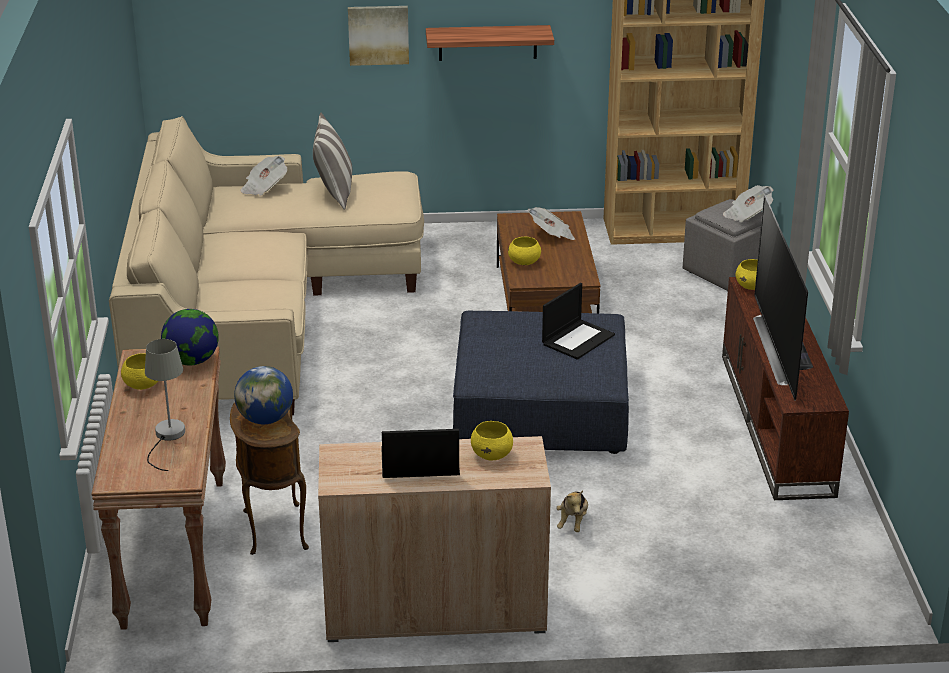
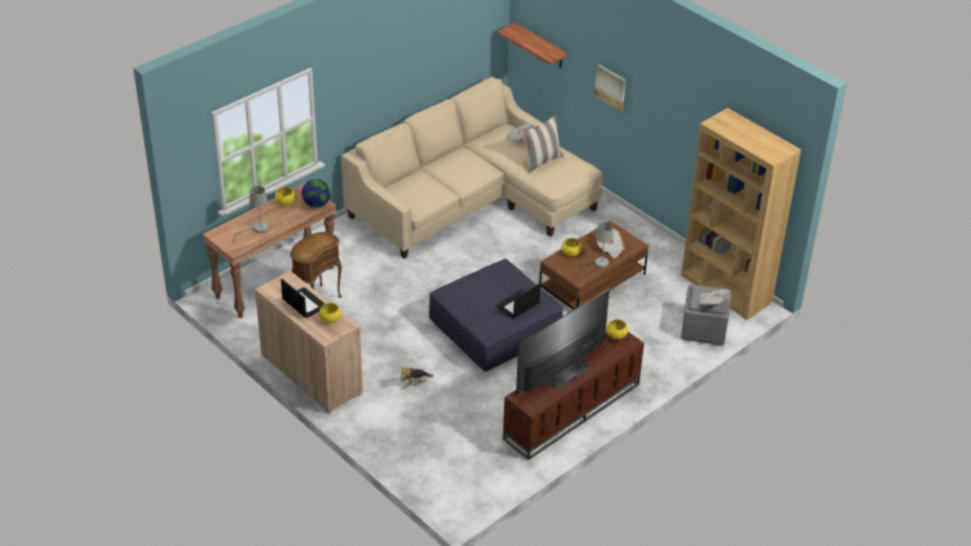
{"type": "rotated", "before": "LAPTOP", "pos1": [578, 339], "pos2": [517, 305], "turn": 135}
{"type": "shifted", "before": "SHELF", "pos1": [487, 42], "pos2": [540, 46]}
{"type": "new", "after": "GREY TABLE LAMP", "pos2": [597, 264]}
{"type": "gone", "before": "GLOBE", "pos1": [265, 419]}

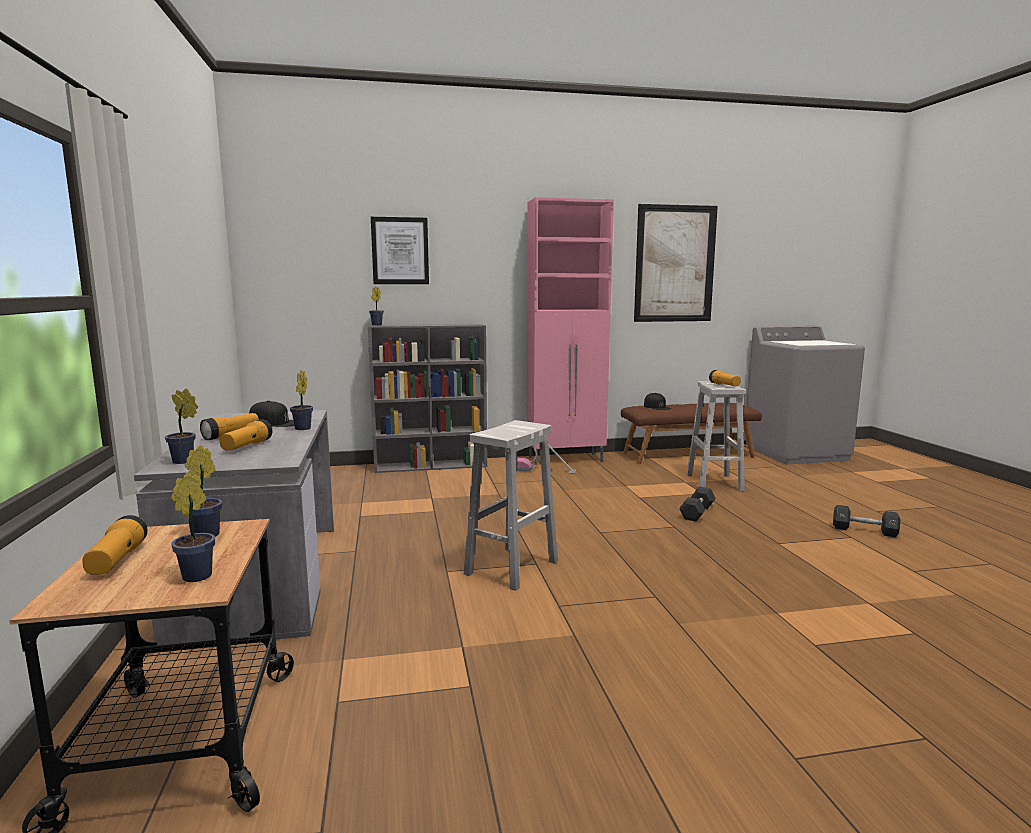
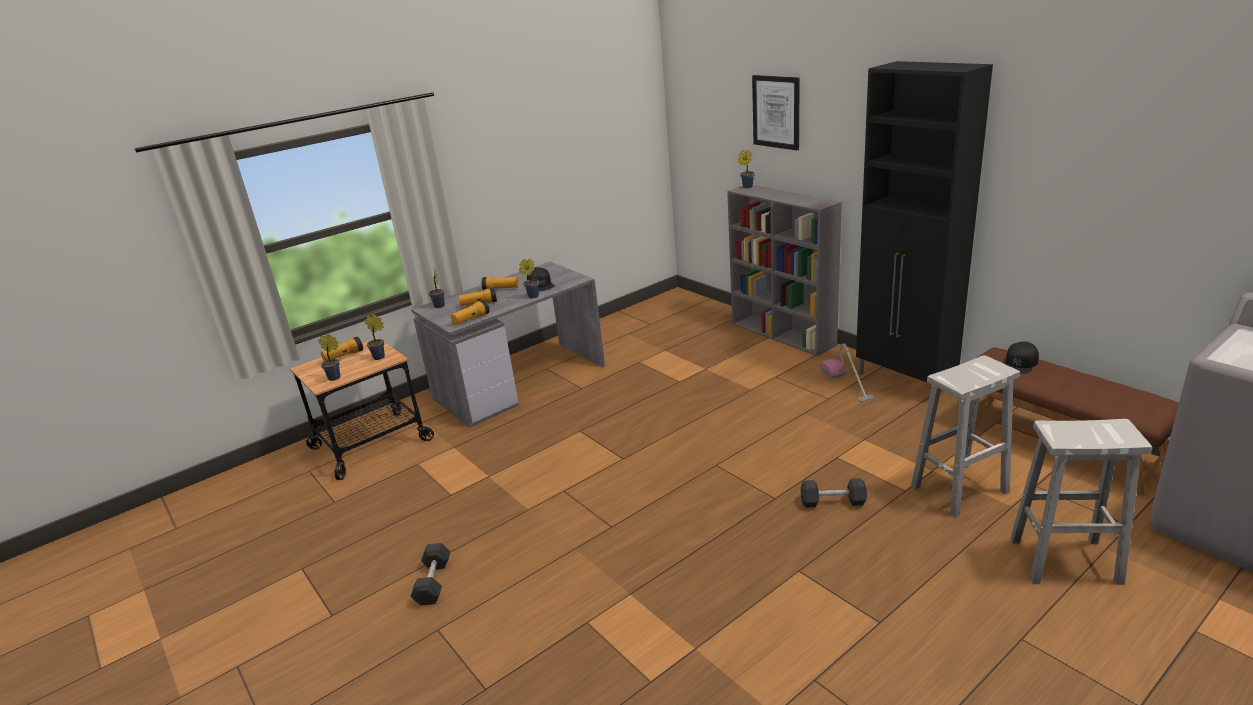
{"type": "shifted", "before": "BLACK DUMBBELL", "pos1": [864, 530], "pos2": [433, 582]}
{"type": "shifted", "before": "FLASHLIGHT", "pos1": [724, 385], "pos2": [471, 319]}
{"type": "repainted", "before": "PINK CABINET", "after": "BLACK CABINET", "pos1": [566, 459], "pos2": [905, 381]}
{"type": "shifted", "before": "WHITE STOOL", "pos1": [511, 568], "pos2": [1063, 561]}
{"type": "gone", "before": "PICTURE", "pos1": [675, 264]}

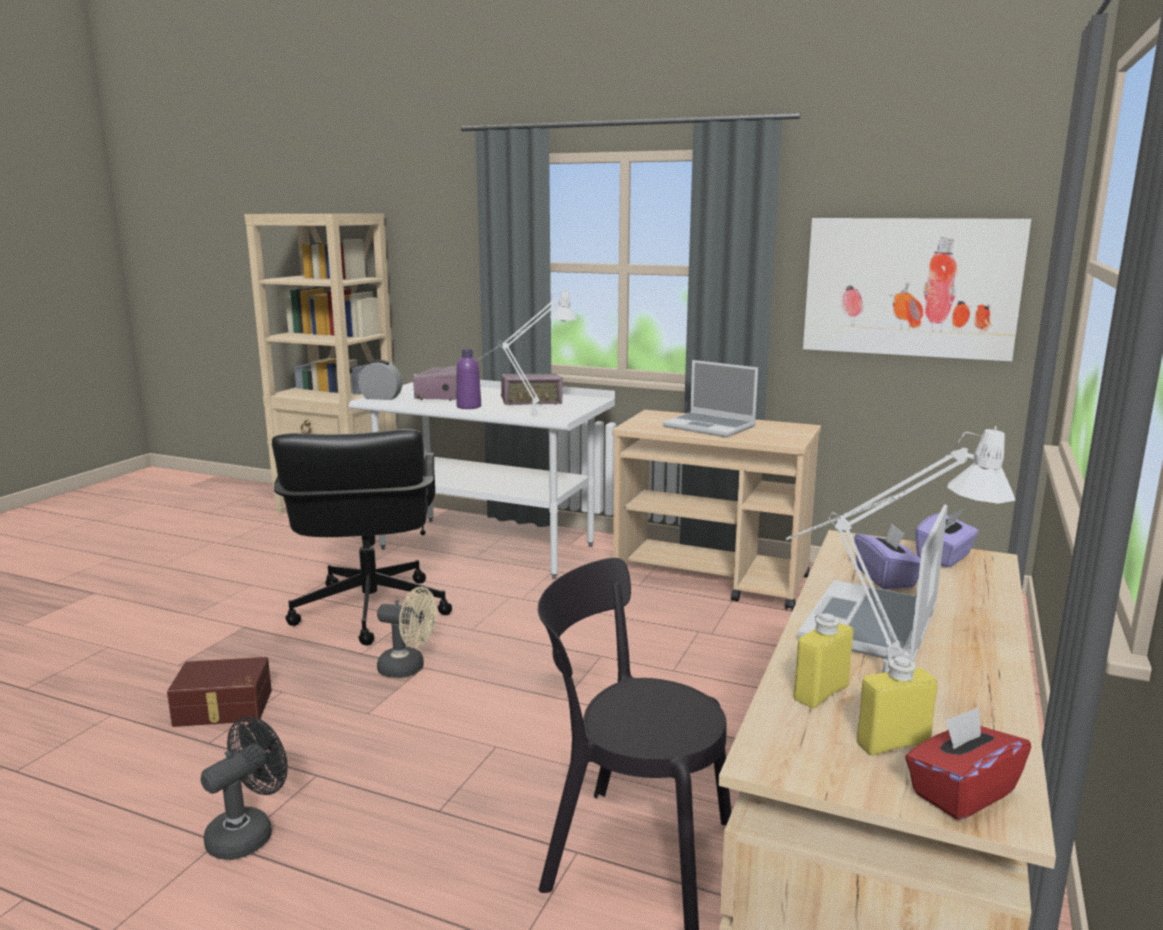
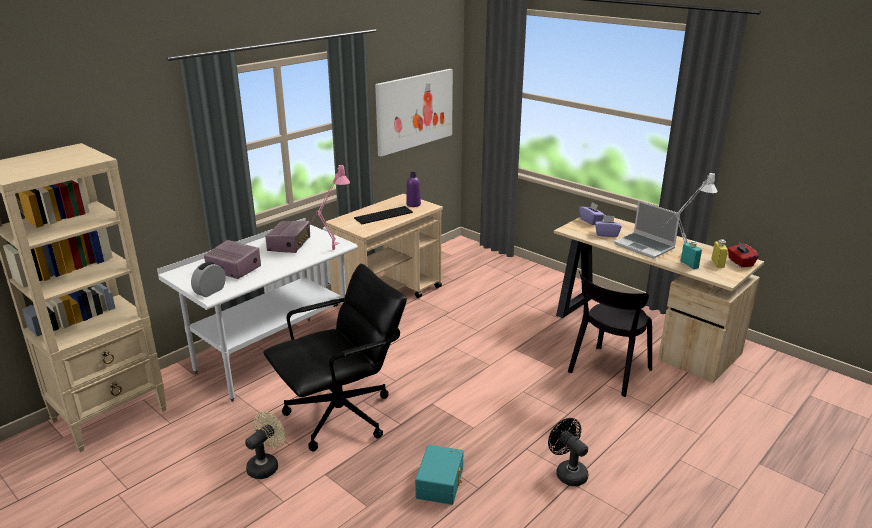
{"type": "shifted", "before": "BEIGE FAN", "pos1": [408, 668], "pos2": [266, 465]}
{"type": "rotated", "before": "BLACK OFFICE CHAIR", "pos1": [369, 611], "pos2": [341, 416], "turn": -45}
{"type": "repainted", "before": "WHITE TABLE LAMP", "after": "PINK TABLE LAMP", "pos1": [527, 417], "pos2": [331, 252]}
{"type": "swapped", "before": "LAPTOP", "after": "KEYBOARD", "pos1": [710, 427], "pos2": [383, 215]}
{"type": "shifted", "before": "PURPLE BOTTLE", "pos1": [469, 406], "pos2": [413, 204]}
{"type": "repainted", "before": "BROWN STORAGE BOX", "after": "TURQUOISE STORAGE BOX", "pos1": [223, 709], "pos2": [441, 483]}
{"type": "repainted", "before": "YELLOW BOTTLE", "after": "TURQUOISE BOTTLE", "pos1": [821, 693], "pos2": [689, 265]}

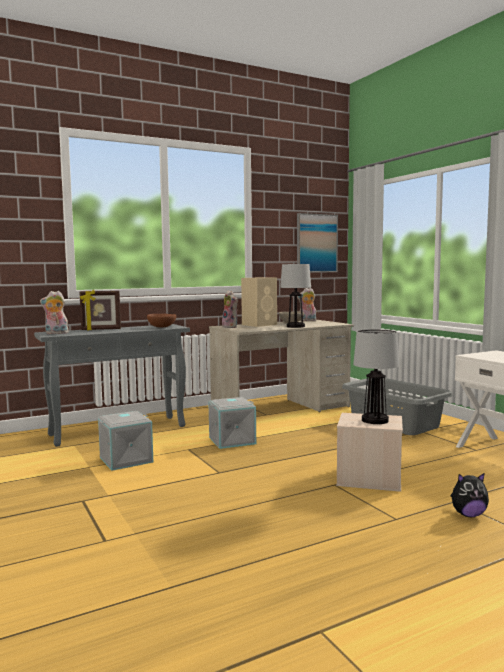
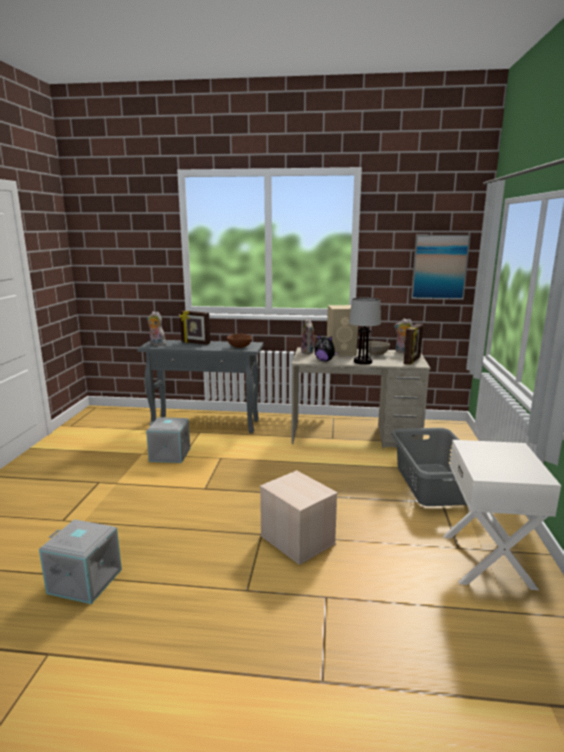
{"type": "shifted", "before": "GREY STORAGE BOX", "pos1": [232, 440], "pos2": [86, 580]}
{"type": "shifted", "before": "PLUSH TOY", "pos1": [468, 515], "pos2": [325, 360]}
{"type": "new", "after": "PICTURE FRAME", "pos2": [412, 361]}
{"type": "gone", "before": "TABLE LAMP", "pos1": [375, 420]}

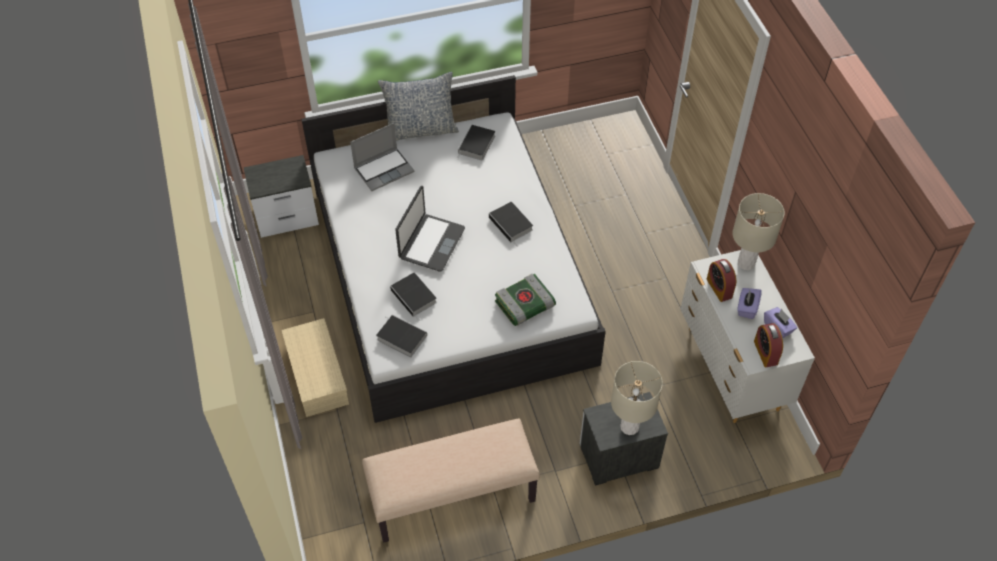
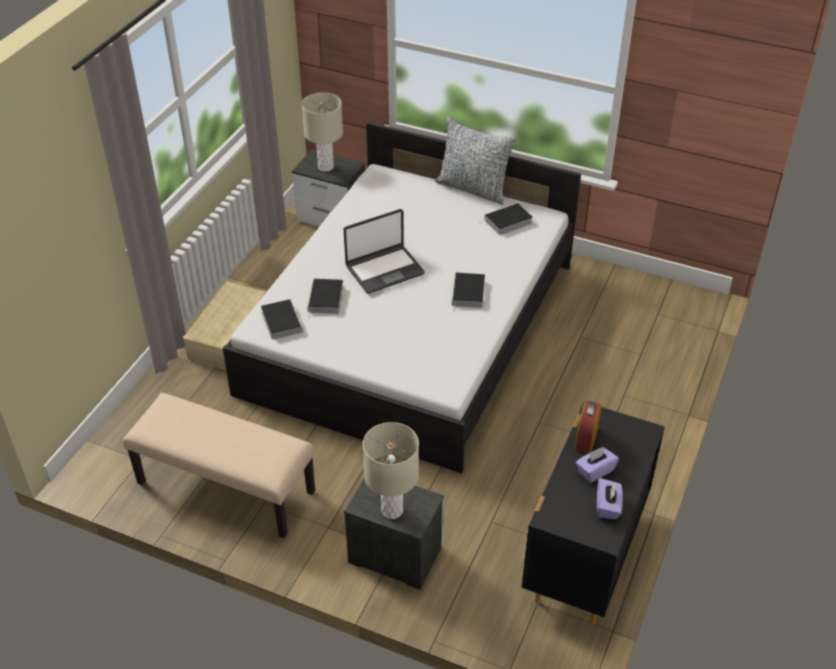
{"type": "shifted", "before": "BEIGE TABLE LAMP", "pos1": [746, 263], "pos2": [325, 167]}
{"type": "repainted", "before": "WHITE DRESSER", "after": "BLACK DRESSER", "pos1": [732, 370], "pos2": [584, 558]}
{"type": "gone", "before": "LAPTOP", "pos1": [384, 169]}
{"type": "gone", "before": "BOOK", "pos1": [524, 305]}
{"type": "gone", "before": "ALARM CLOCK", "pos1": [765, 352]}

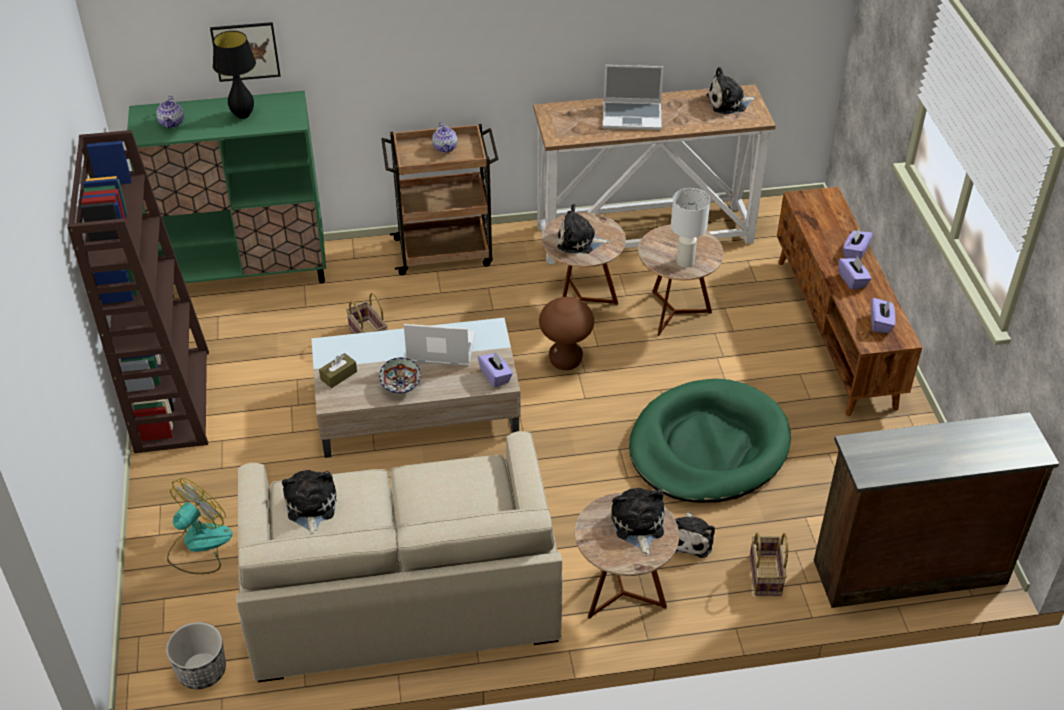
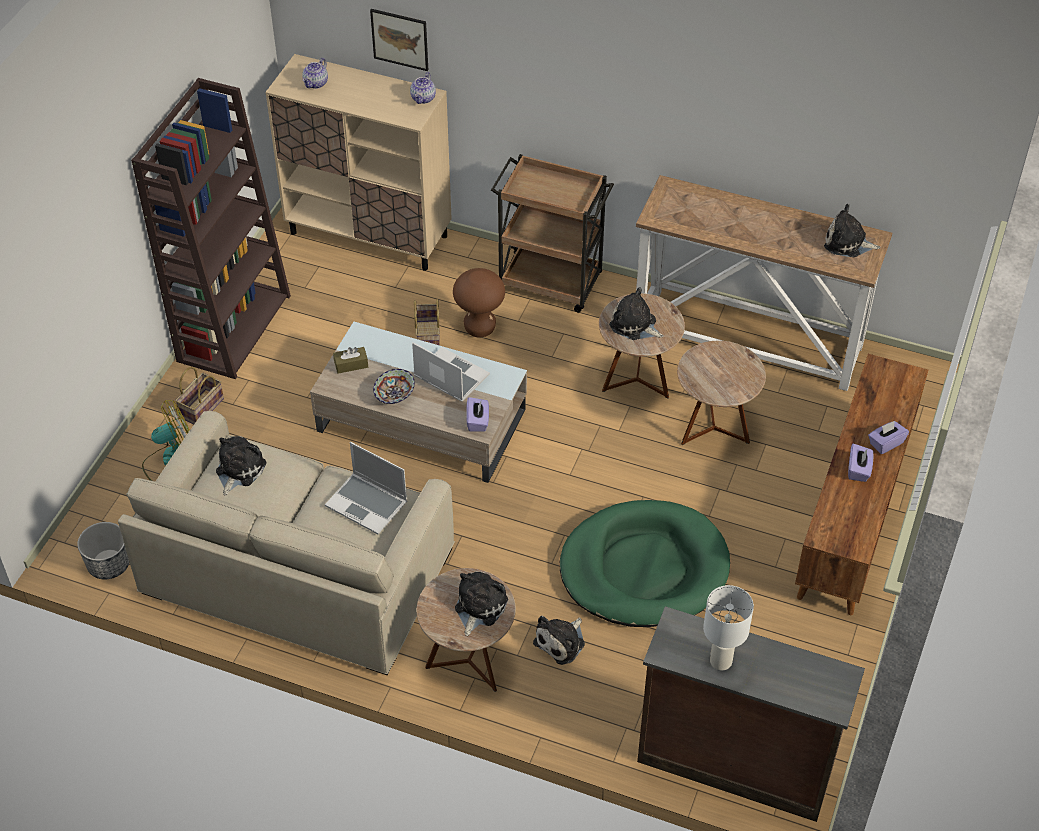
{"type": "shifted", "before": "BASKET", "pos1": [766, 576], "pos2": [202, 409]}
{"type": "repainted", "before": "GREEN CABINET", "after": "BEIGE CABINET", "pos1": [247, 272], "pos2": [369, 235]}
{"type": "shifted", "before": "LAPTOP", "pos1": [632, 116], "pos2": [368, 504]}
{"type": "shifted", "before": "TEAPOT", "pos1": [445, 148], "pos2": [423, 98]}
{"type": "shifted", "before": "BROWN STOOL", "pos1": [565, 361], "pos2": [479, 328]}
{"type": "shifted", "before": "WHITE TABLE LAMP", "pos1": [685, 262], "pos2": [720, 661]}
{"type": "gone", "before": "BLACK TABLE LAMP", "pos1": [243, 115]}
{"type": "gone", "before": "PURPLE TISSUE BOX", "pos1": [880, 323]}

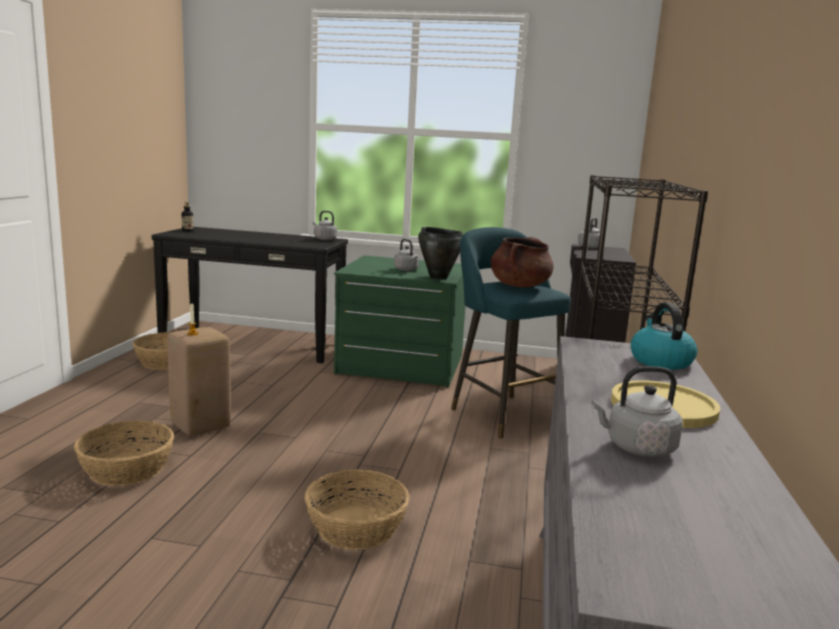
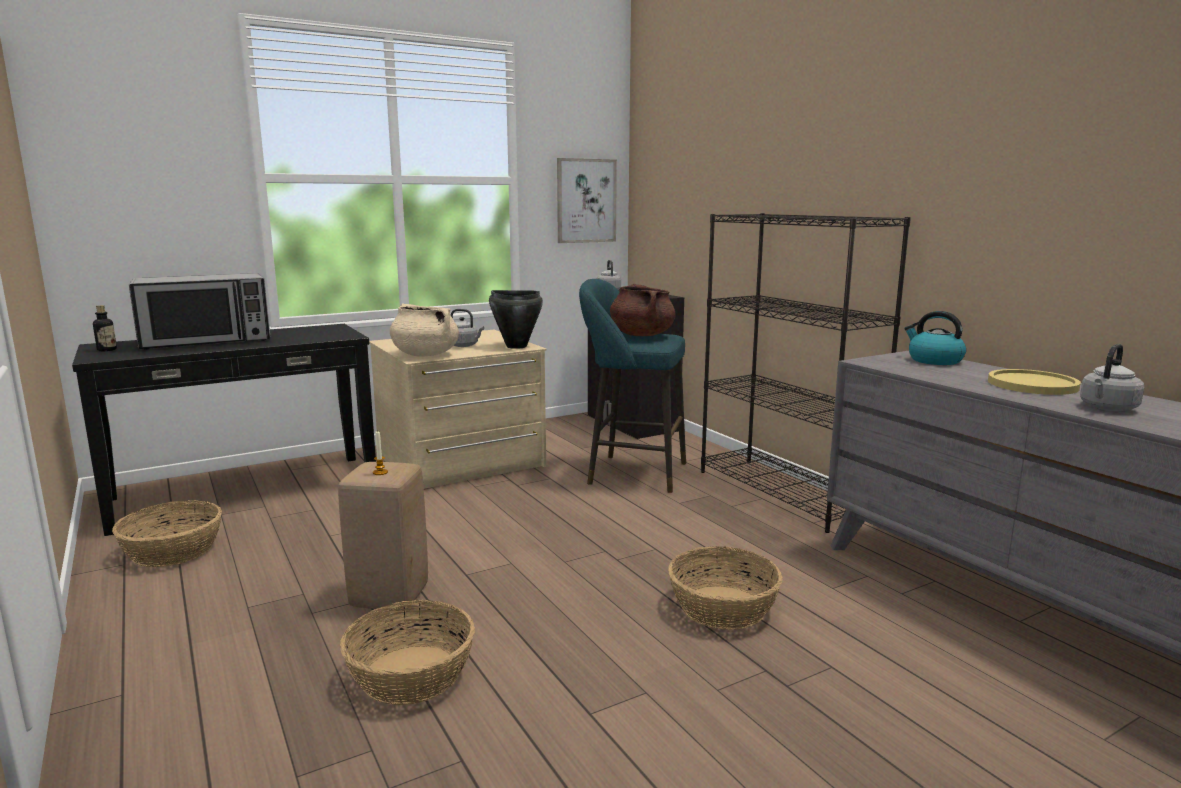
{"type": "new", "after": "MICROWAVE", "pos2": [206, 341]}
{"type": "repainted", "before": "GREEN DRESSER", "after": "BEIGE DRESSER", "pos1": [400, 365], "pos2": [461, 461]}
{"type": "new", "after": "BEIGE COOKING POT", "pos2": [425, 355]}
{"type": "new", "after": "PICTURE", "pos2": [586, 201]}
{"type": "gone", "before": "GREY KETTLE", "pos1": [324, 239]}

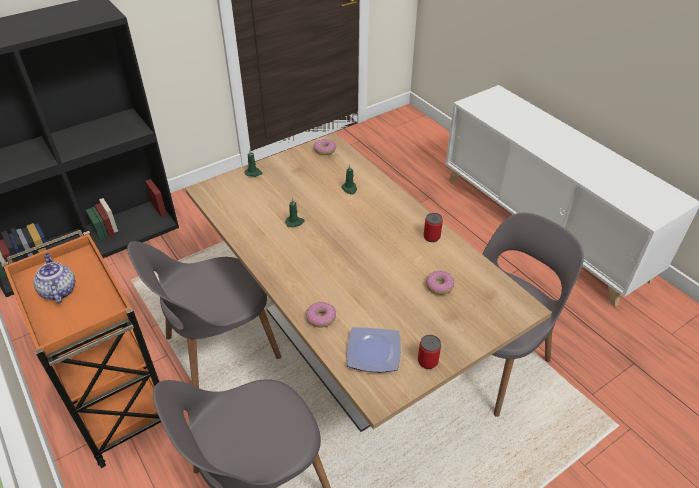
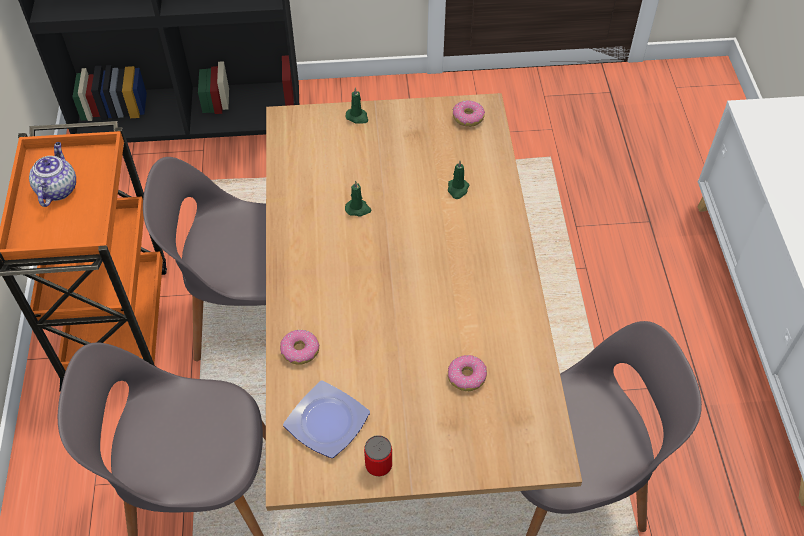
{"type": "gone", "before": "CAN", "pos1": [431, 237]}

